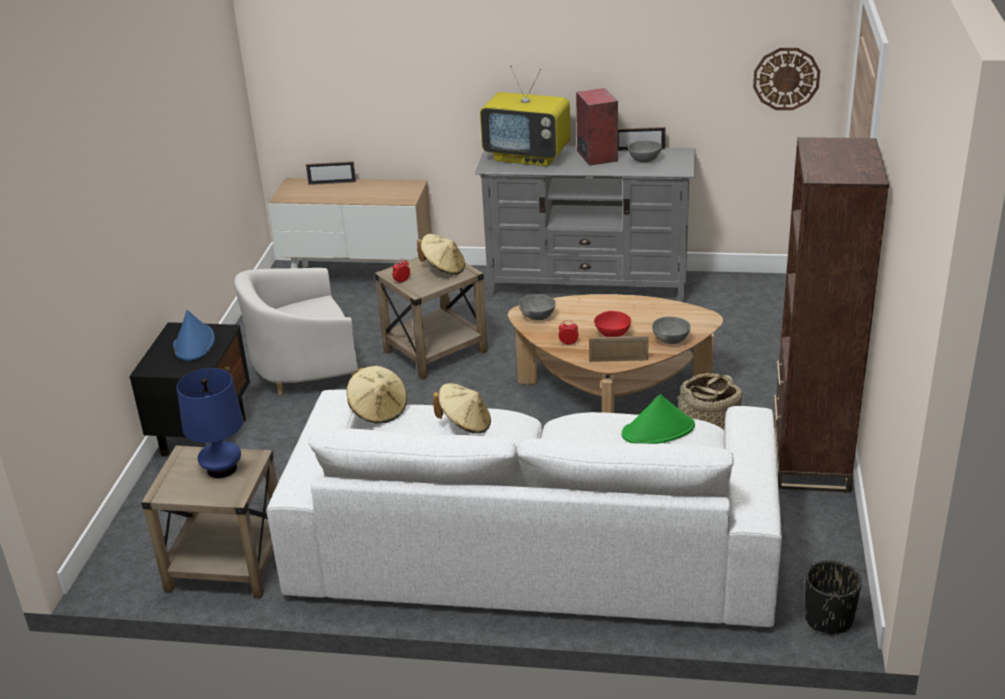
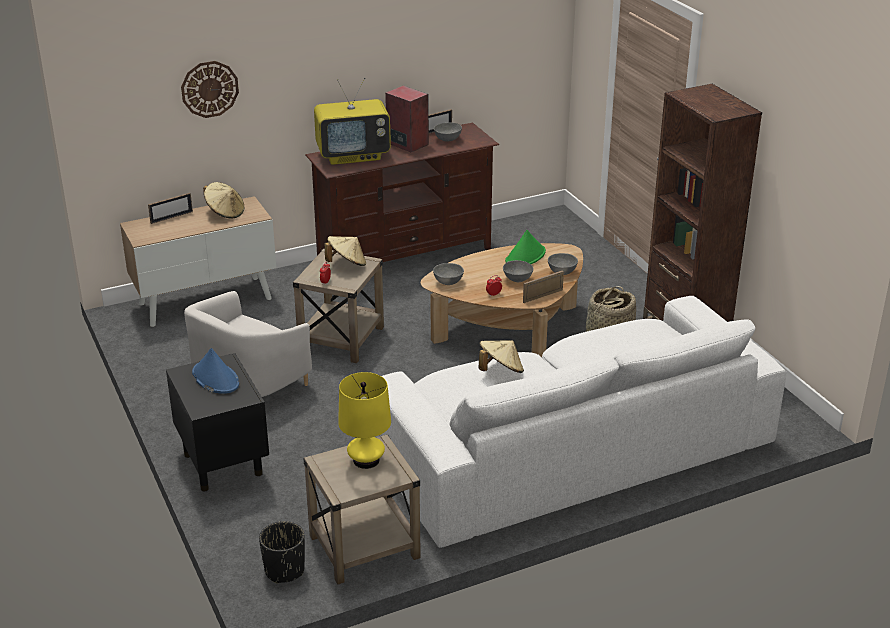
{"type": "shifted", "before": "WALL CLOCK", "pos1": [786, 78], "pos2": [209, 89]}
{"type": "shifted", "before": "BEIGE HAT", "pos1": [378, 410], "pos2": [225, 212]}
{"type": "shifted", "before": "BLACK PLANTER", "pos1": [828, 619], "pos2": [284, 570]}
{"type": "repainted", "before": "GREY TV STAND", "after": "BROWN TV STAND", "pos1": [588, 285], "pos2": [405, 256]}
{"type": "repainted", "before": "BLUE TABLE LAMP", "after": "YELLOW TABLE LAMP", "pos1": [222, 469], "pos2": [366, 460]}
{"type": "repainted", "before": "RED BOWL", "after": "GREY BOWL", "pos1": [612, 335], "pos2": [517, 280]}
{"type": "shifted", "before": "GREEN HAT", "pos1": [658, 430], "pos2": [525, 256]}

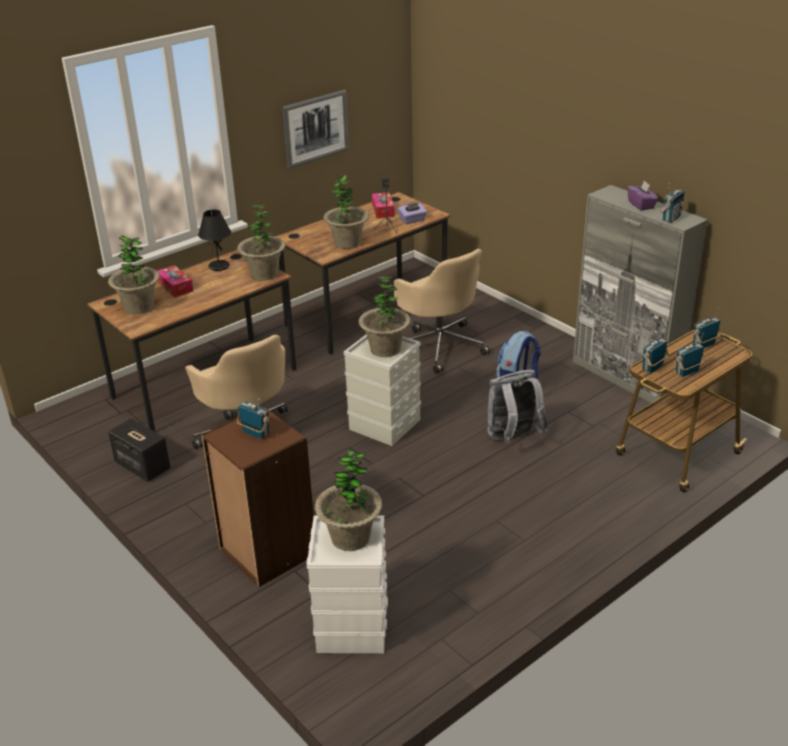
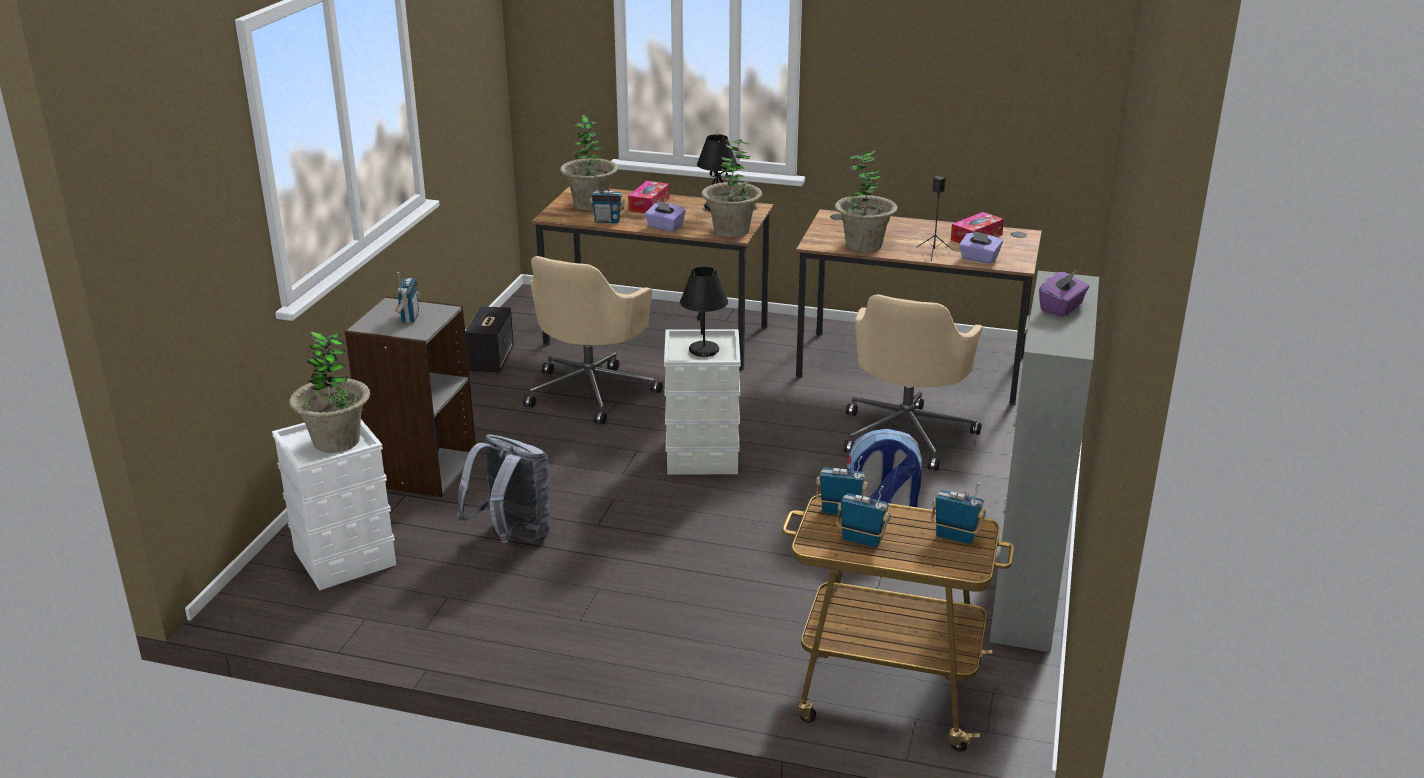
{"type": "repainted", "before": "BROWN BOOKCASE", "after": "GREY BOOKCASE", "pos1": [266, 551], "pos2": [421, 469]}
{"type": "shifted", "before": "GREY BACKPACK", "pos1": [513, 439], "pos2": [512, 537]}
{"type": "shifted", "before": "RADIO", "pos1": [670, 218], "pos2": [607, 221]}
{"type": "new", "after": "PURPLE TISSUE BOX", "pos2": [665, 227]}
{"type": "swapped", "before": "POTTED PLANT", "after": "BLACK TABLE LAMP", "pos1": [385, 349], "pos2": [704, 351]}
{"type": "gone", "before": "PICTURE", "pos1": [315, 128]}

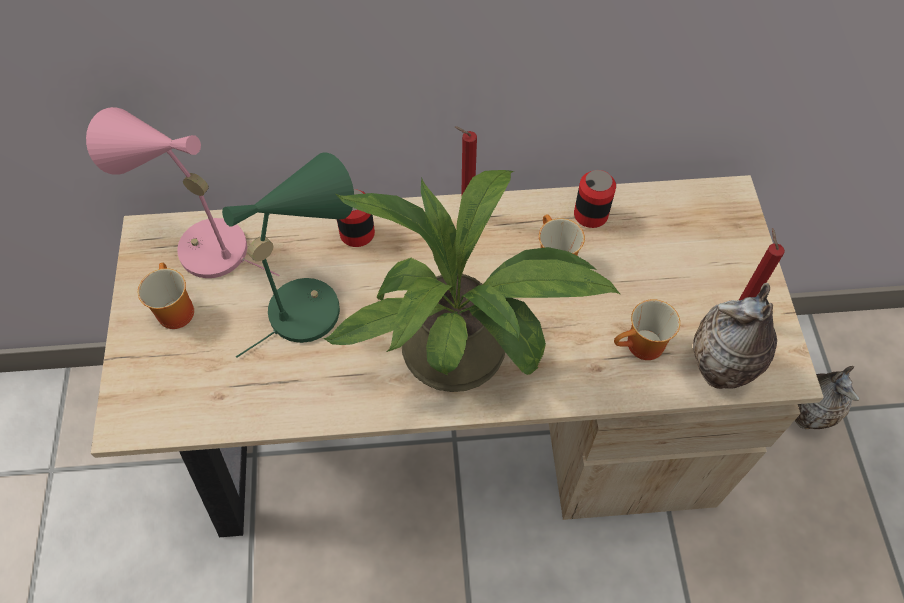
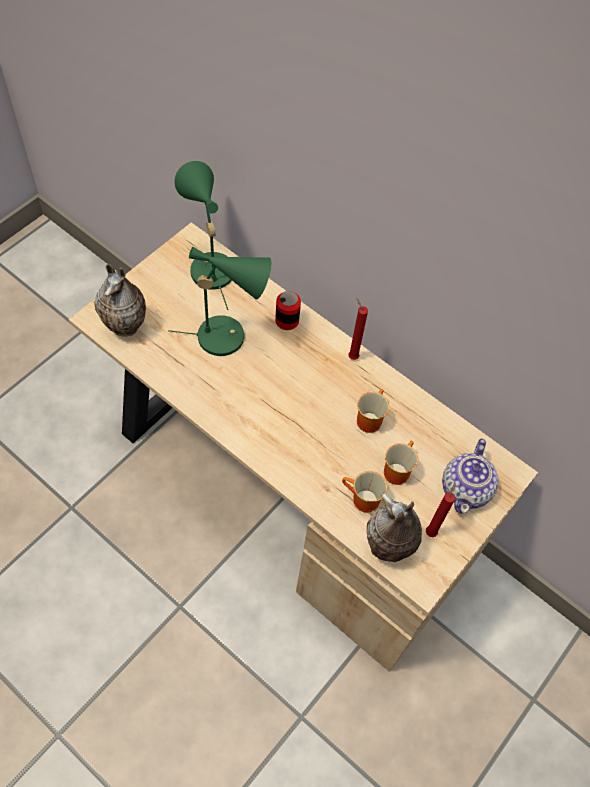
{"type": "shifted", "before": "VASE", "pos1": [807, 415], "pos2": [127, 327]}
{"type": "repainted", "before": "PINK TABLE LAMP", "after": "GREEN TABLE LAMP", "pos1": [202, 247], "pos2": [208, 266]}
{"type": "shifted", "before": "MUG", "pos1": [172, 310], "pos2": [395, 469]}
{"type": "new", "after": "TEAPOT", "pos2": [466, 489]}
{"type": "gone", "before": "POTTED PLANT", "pos1": [466, 355]}
{"type": "gone", "before": "CAN", "pos1": [590, 214]}

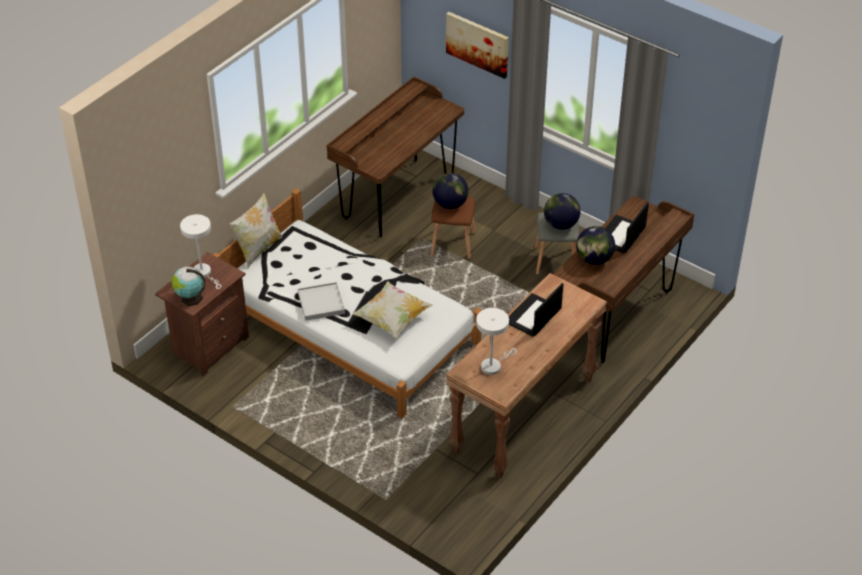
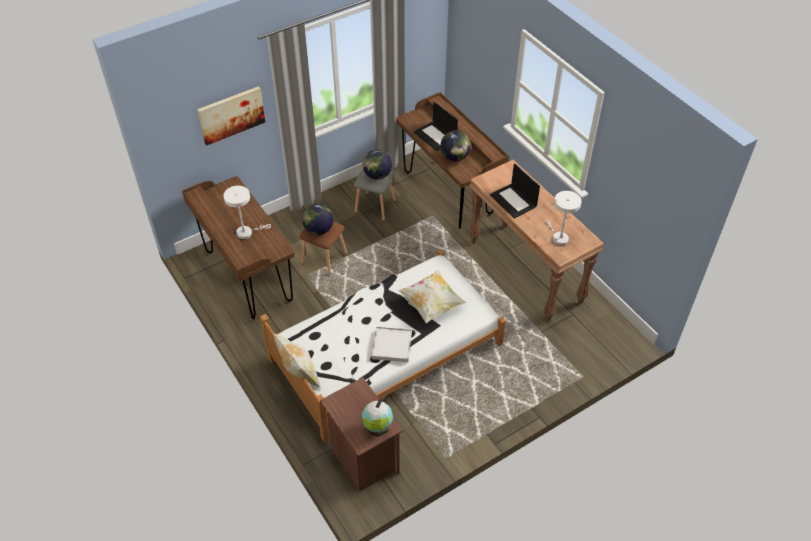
{"type": "shifted", "before": "WHITE TABLE LAMP", "pos1": [204, 273], "pos2": [247, 232]}

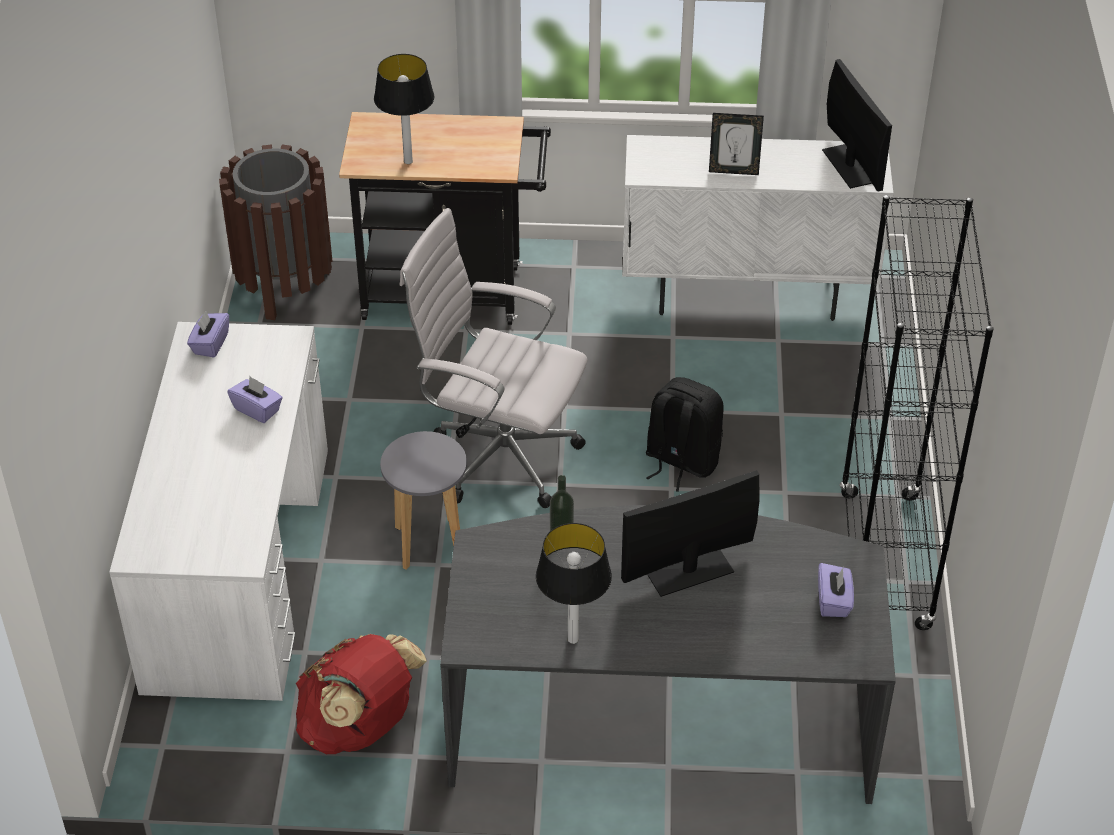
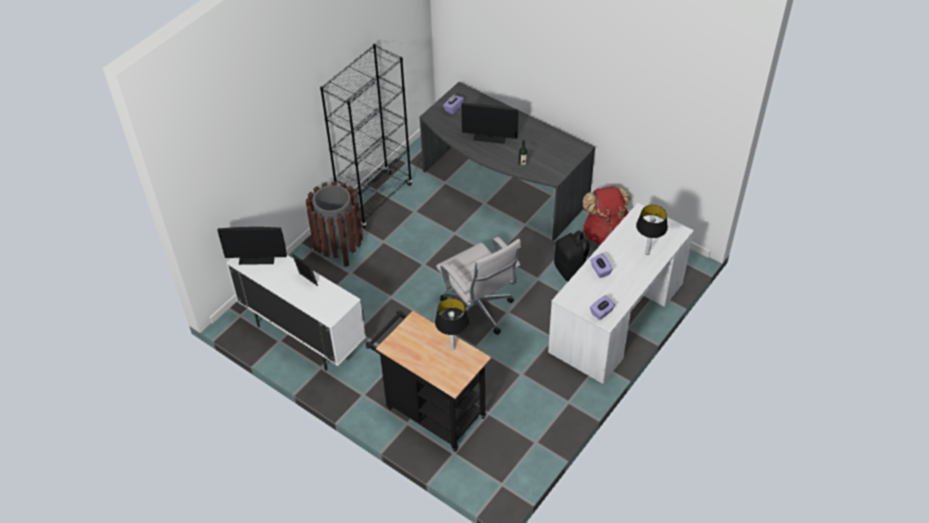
{"type": "rotated", "before": "MONITOR", "pos1": [849, 166], "pos2": [257, 258], "turn": -105}
{"type": "shifted", "before": "BROWN TRASH CAN", "pos1": [285, 287], "pos2": [339, 249]}
{"type": "shifted", "before": "BLACK BACKPACK", "pos1": [680, 462], "pos2": [571, 270]}
{"type": "shifted", "before": "TABLE LAMP", "pos1": [574, 639], "pos2": [647, 253]}
{"type": "gone", "before": "GREY STOOL", "pos1": [429, 544]}

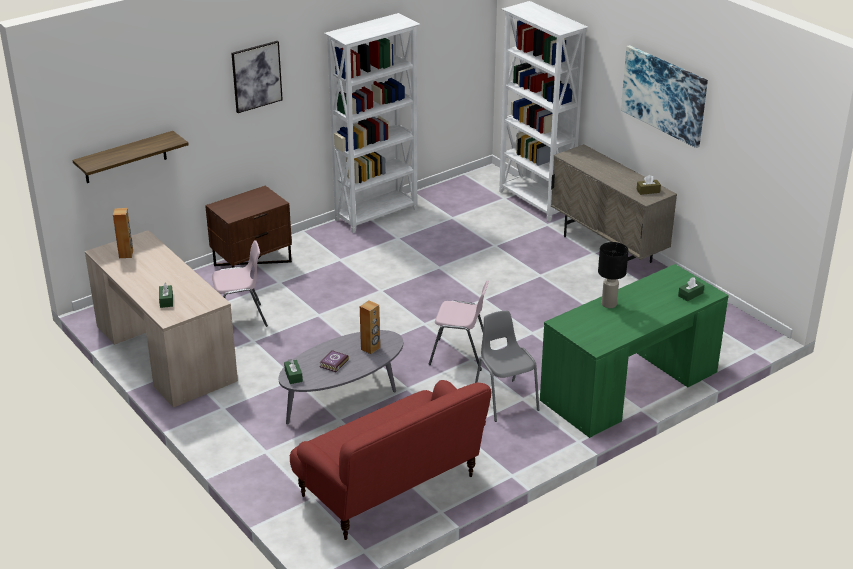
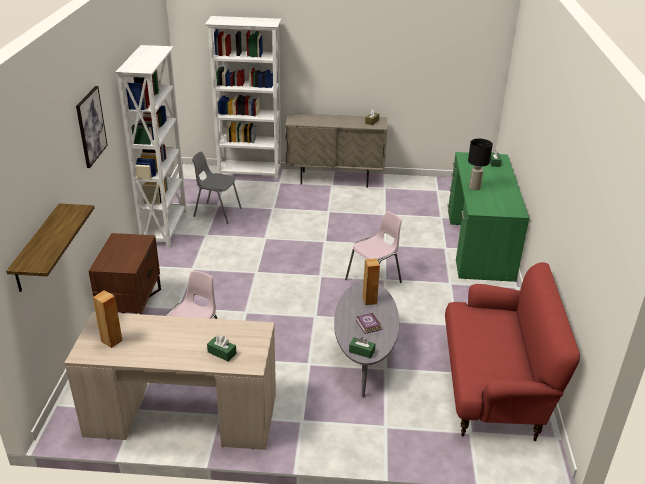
{"type": "shifted", "before": "GREY CHAIR", "pos1": [505, 400], "pos2": [217, 212]}
{"type": "gone", "before": "PICTURE", "pos1": [664, 95]}

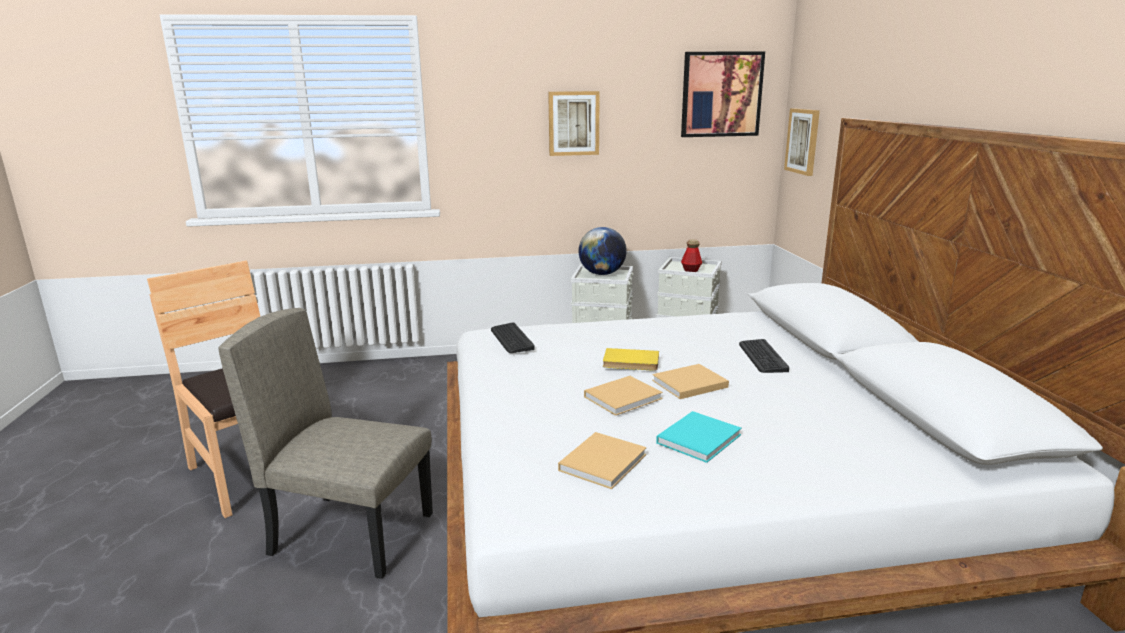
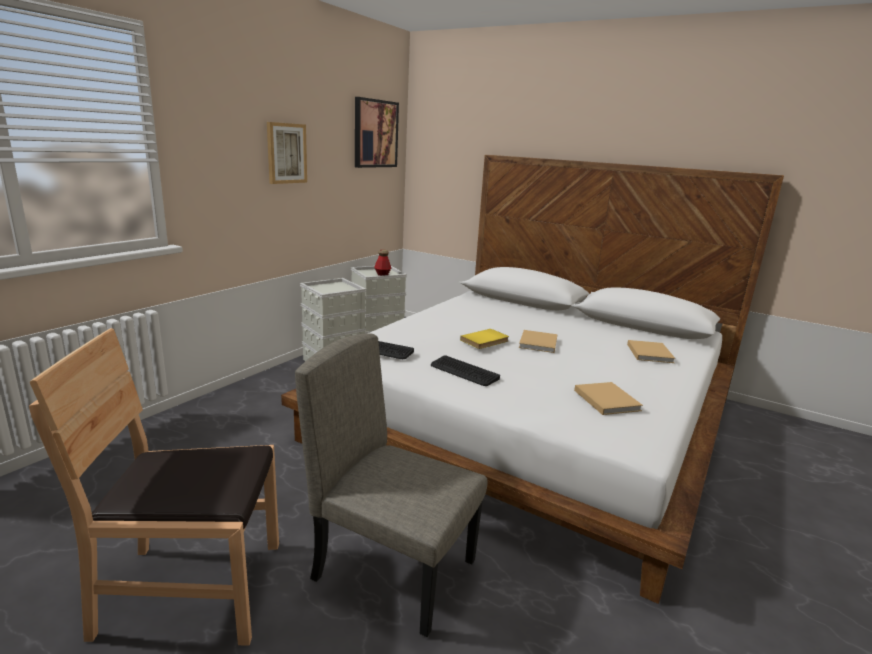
{"type": "rotated", "before": "BEIGE CHAIR", "pos1": [353, 533], "pos2": [395, 569], "turn": 60}
{"type": "shifted", "before": "KEYBOARD", "pos1": [762, 357], "pos2": [464, 372]}
{"type": "shifted", "before": "BEIGE BOOK", "pos1": [624, 397], "pos2": [649, 353]}
{"type": "gone", "before": "GLOBE", "pos1": [602, 274]}
{"type": "gone", "before": "TURQUOISE BOOK", "pos1": [700, 438]}
{"type": "gone", "before": "PICTURE", "pos1": [803, 141]}

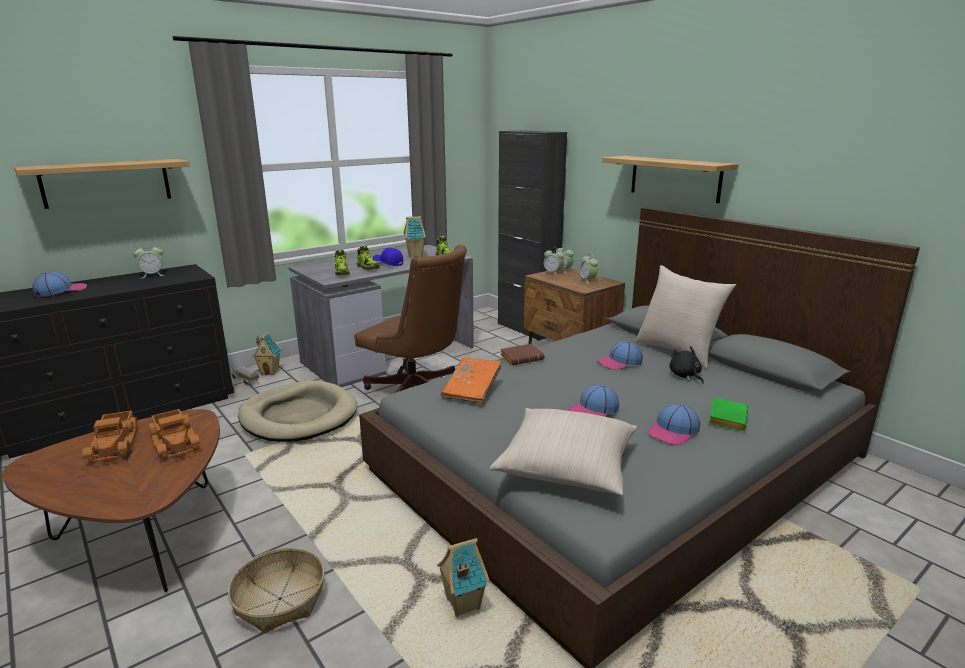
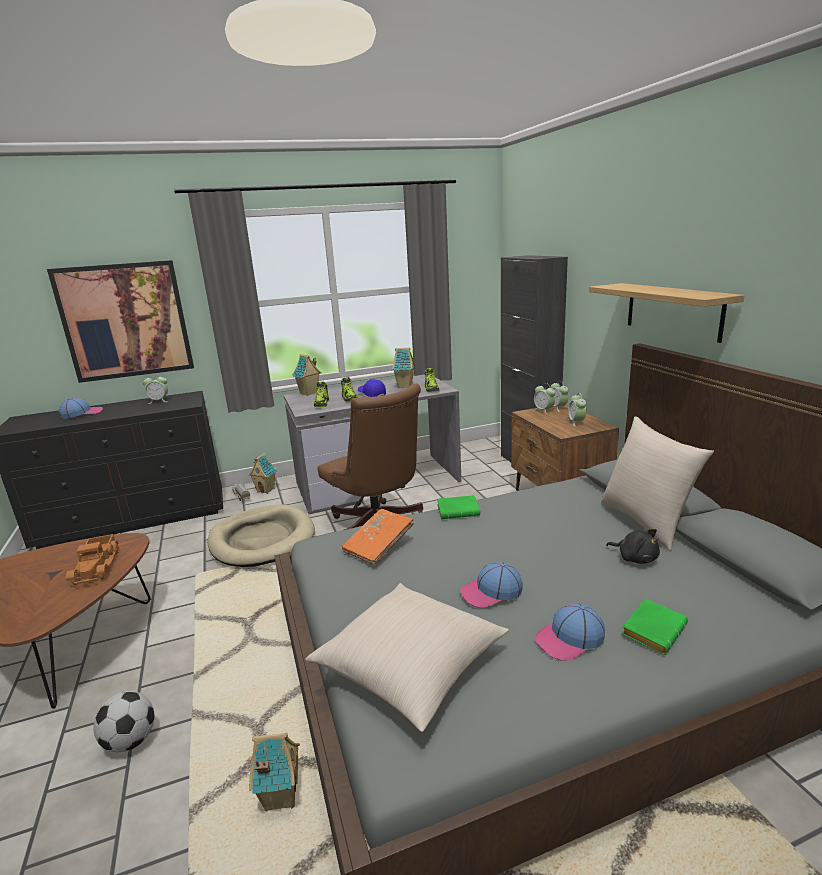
{"type": "swapped", "before": "SHELF", "after": "PICTURE", "pos1": [106, 183], "pos2": [125, 321]}
{"type": "swapped", "before": "BASKET", "after": "FOOTBALL", "pos1": [279, 599], "pos2": [130, 741]}
{"type": "new", "after": "TOY HOUSE", "pos2": [309, 393]}
{"type": "repainted", "before": "BROWN BOOK", "after": "GREEN BOOK", "pos1": [522, 358], "pos2": [459, 510]}
{"type": "rotated", "before": "BLACK PLUSH TOY", "pos1": [685, 376], "pos2": [635, 558], "turn": 135}
{"type": "gone", "before": "TOY TRUCK", "pos1": [116, 444]}
{"type": "gone", "before": "CAP", "pos1": [620, 362]}

